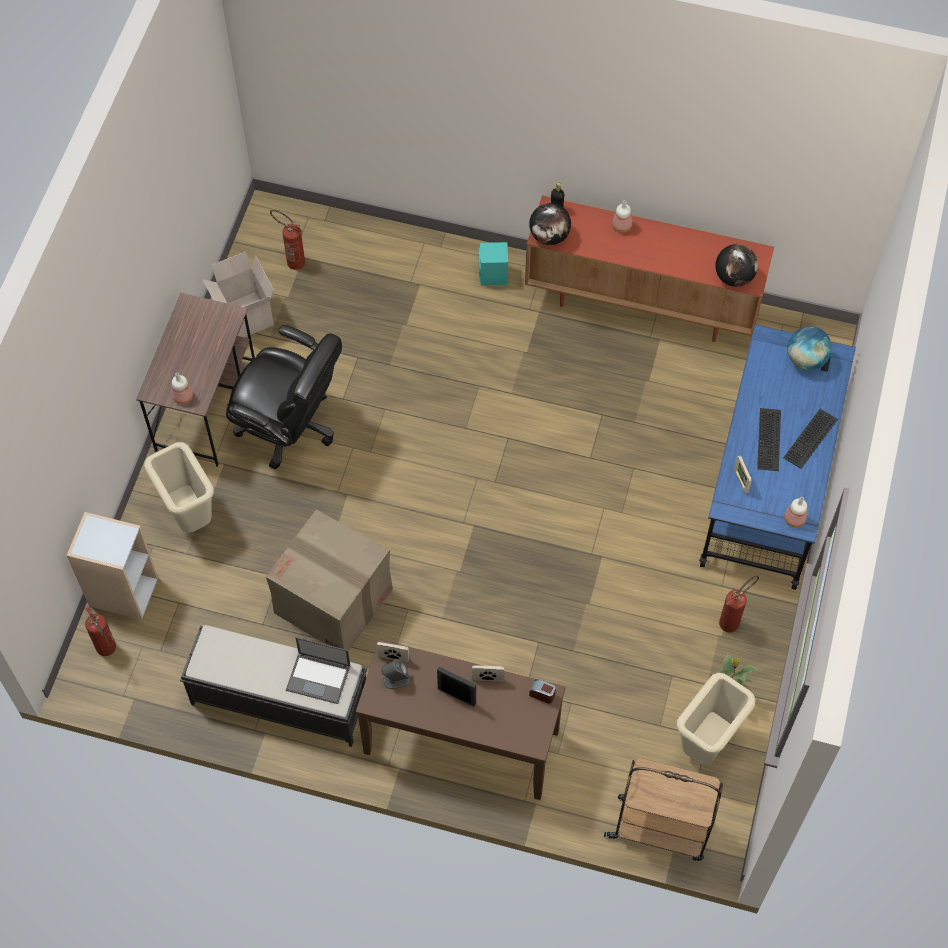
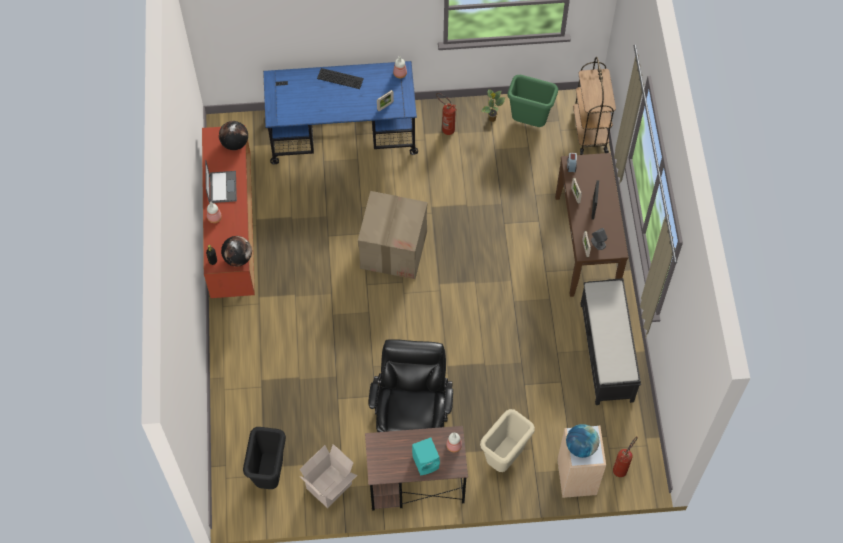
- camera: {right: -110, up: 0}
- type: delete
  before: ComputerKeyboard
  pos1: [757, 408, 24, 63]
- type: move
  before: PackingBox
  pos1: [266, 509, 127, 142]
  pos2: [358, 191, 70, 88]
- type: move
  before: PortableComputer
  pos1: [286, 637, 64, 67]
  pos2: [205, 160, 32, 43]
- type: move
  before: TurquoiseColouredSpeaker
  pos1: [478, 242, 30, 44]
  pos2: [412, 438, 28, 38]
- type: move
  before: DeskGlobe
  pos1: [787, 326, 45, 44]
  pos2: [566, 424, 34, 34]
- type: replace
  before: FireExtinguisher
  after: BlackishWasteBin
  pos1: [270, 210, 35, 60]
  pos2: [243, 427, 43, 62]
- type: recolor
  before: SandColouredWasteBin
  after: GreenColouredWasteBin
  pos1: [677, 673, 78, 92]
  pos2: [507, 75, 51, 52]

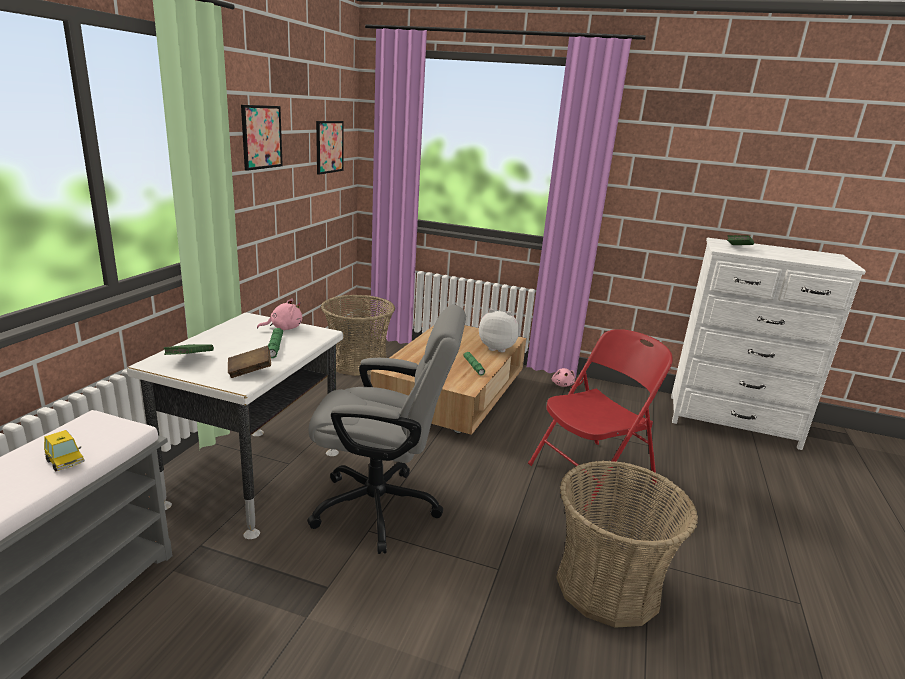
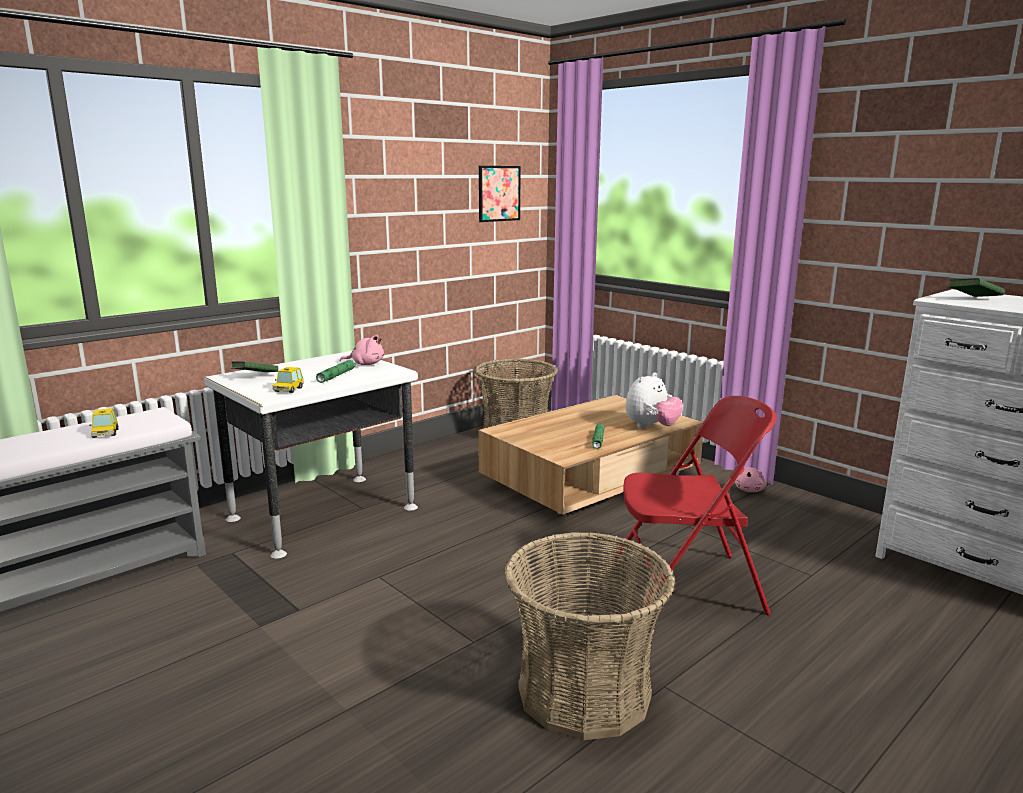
- camera: {right: 30, up: -5}
- type: delete
  before: Picture
  pos1: [241, 105, 42, 66]
- type: delete
  before: GrayComputerChair
  pos1: [307, 305, 159, 249]
- type: replace
  before: BrownBoundBook
  after: MiniatureCar
  pos1: [228, 346, 43, 32]
  pos2: [272, 367, 32, 26]
- type: rotate
  before: SoftToy
  pos1: [479, 309, 40, 43]
  pos2: [625, 372, 58, 56]
  turn: 90

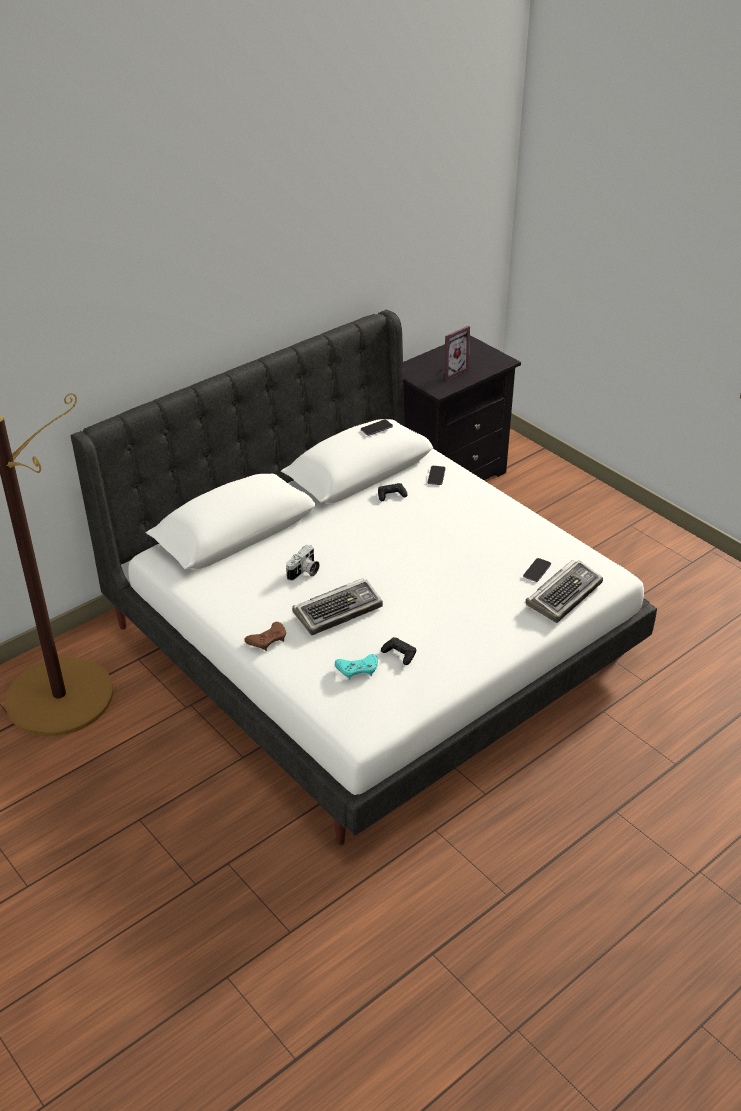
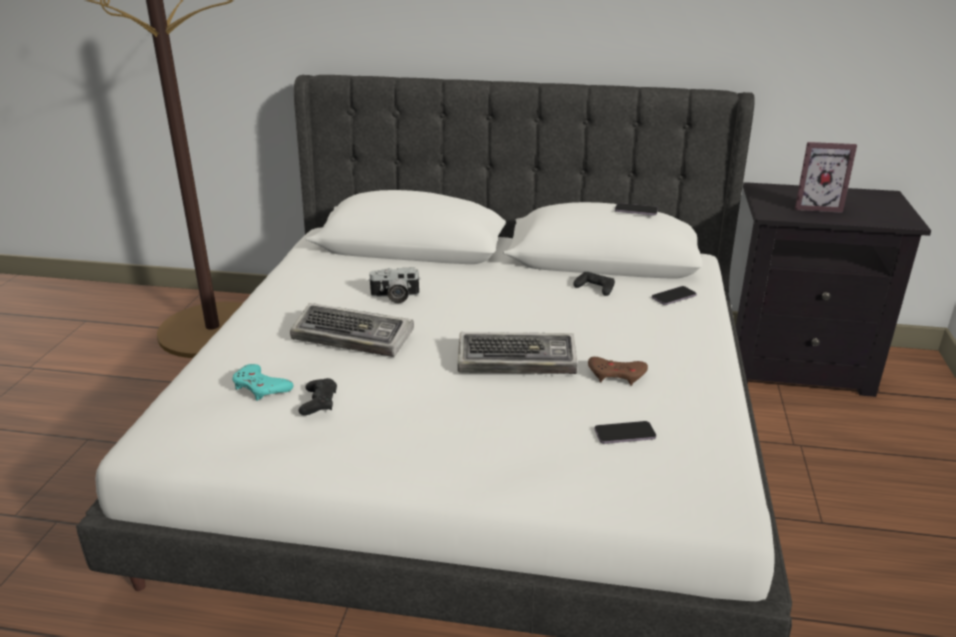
- camera: {right: 50, up: -10}
- type: move
  before: BrownGamepad
  pos1: [245, 622, 41, 29]
  pos2: [588, 357, 60, 29]
- type: move
  before: ComputerKeyboard
  pos1: [525, 560, 78, 63]
  pos2: [458, 332, 120, 42]

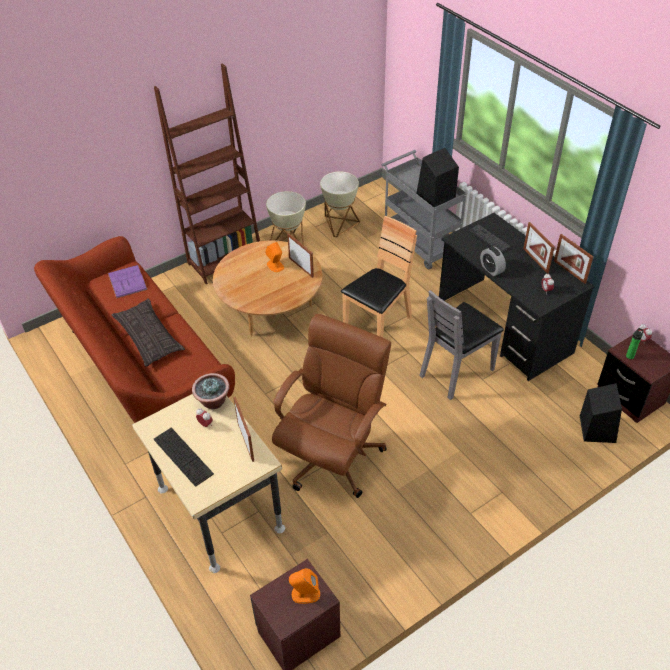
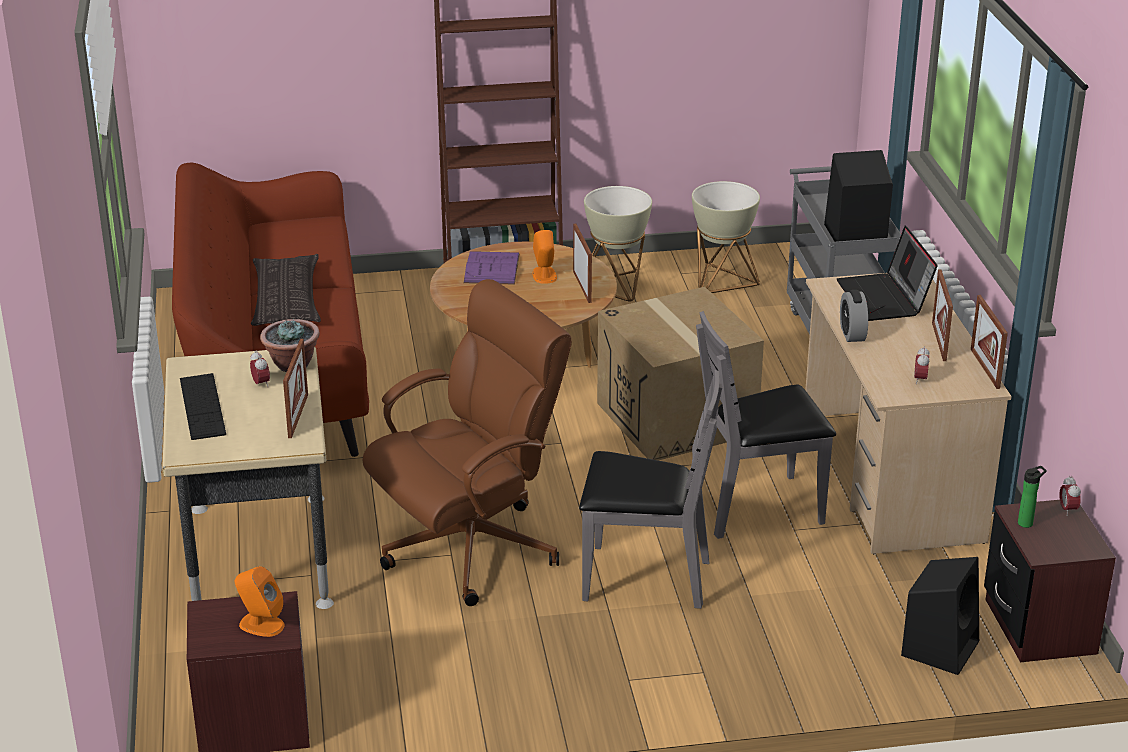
- camera: {right: 25, up: -15}
- type: insert
  after: GrayChair
  pos2: [579, 370, 143, 239]
- type: move
  before: PurpleColouredBoundBook
  pos1: [108, 265, 40, 33]
  pos2: [463, 251, 57, 34]
- type: replace
  before: BrownChair
  after: PackingBox
  pos1: [341, 216, 76, 122]
  pos2: [597, 287, 167, 174]
- type: replace
  before: ComputerKeyboard
  after: PortableComputer
  pos1: [469, 225, 42, 28]
  pos2: [837, 226, 101, 95]
- type: recolor
  before: BlackishDeskUnit
  after: SandColouredDeskUnit
  pos1: [439, 213, 156, 168]
  pos2: [805, 273, 207, 281]

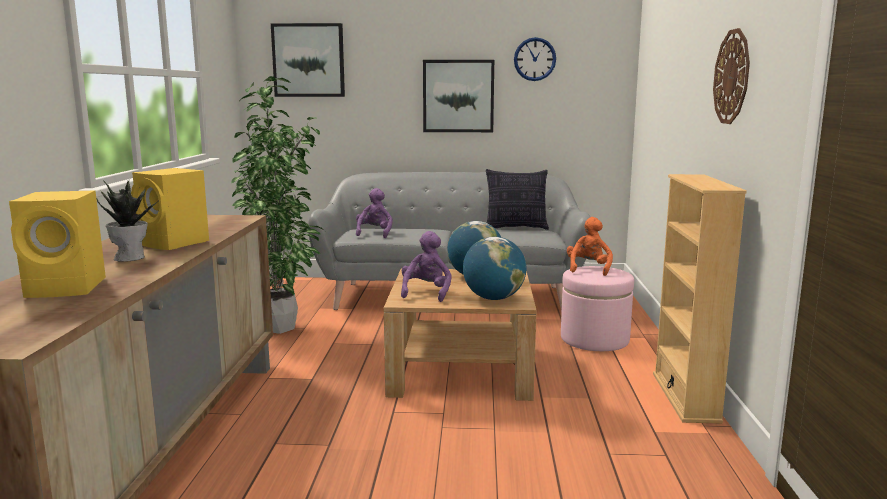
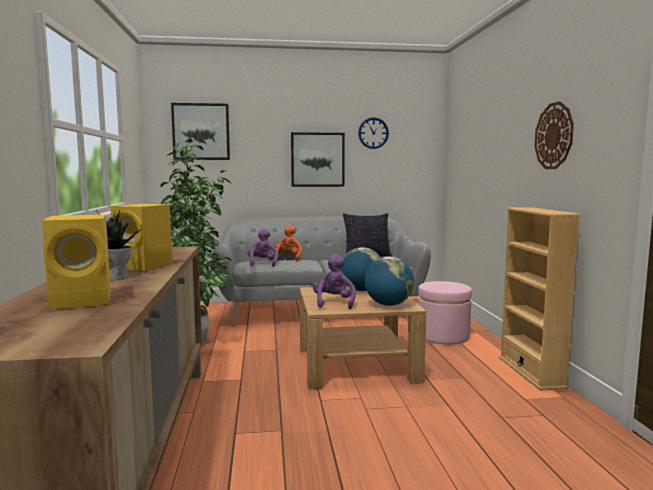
- camera: {right: -10, up: -5}
- type: move
  before: OrangeSoftToy
  pos1: [567, 217, 46, 59]
  pos2: [274, 225, 28, 36]

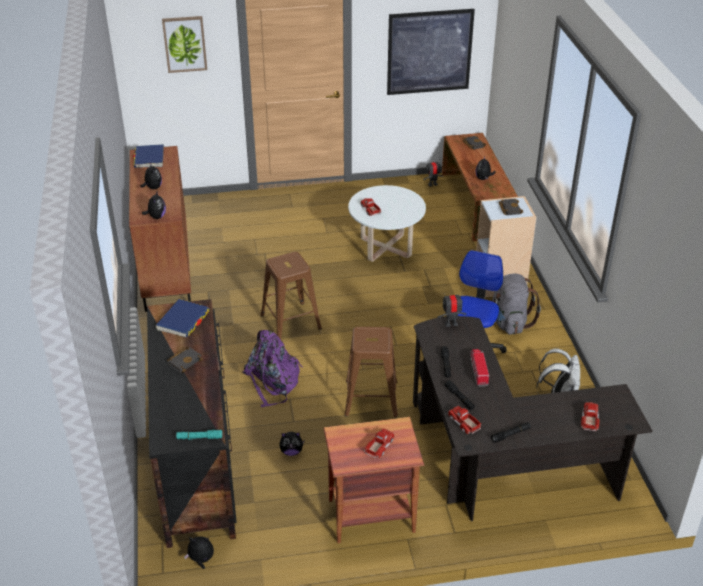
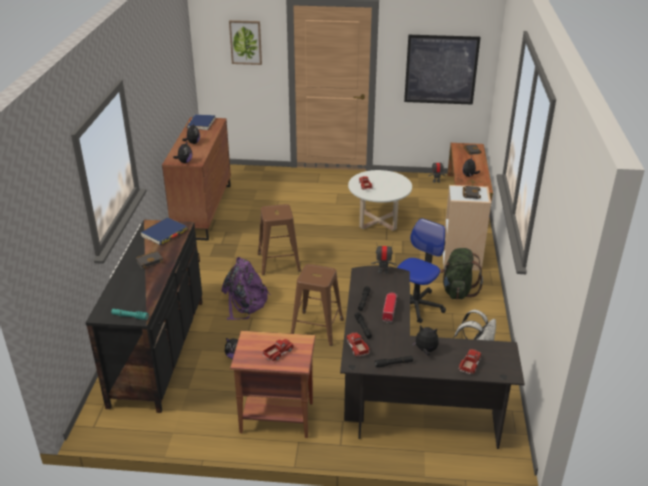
- camera: {right: 15, up: -5}
- type: move
  before: SoftToy
  pos1: [184, 536, 30, 33]
  pos2: [412, 325, 27, 31]
- type: recolor
  before: GrayRucksack
  after: GreenColouredRucksack
  pos1: [492, 273, 49, 62]
  pos2: [440, 248, 43, 51]

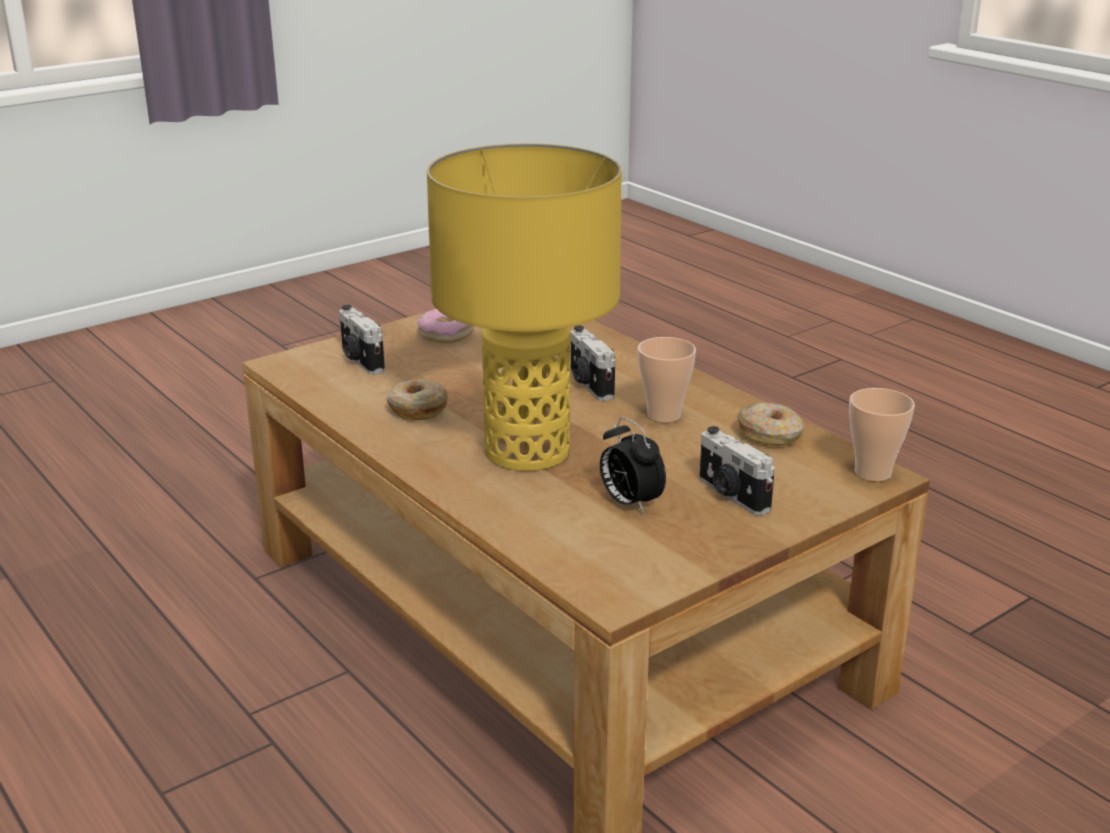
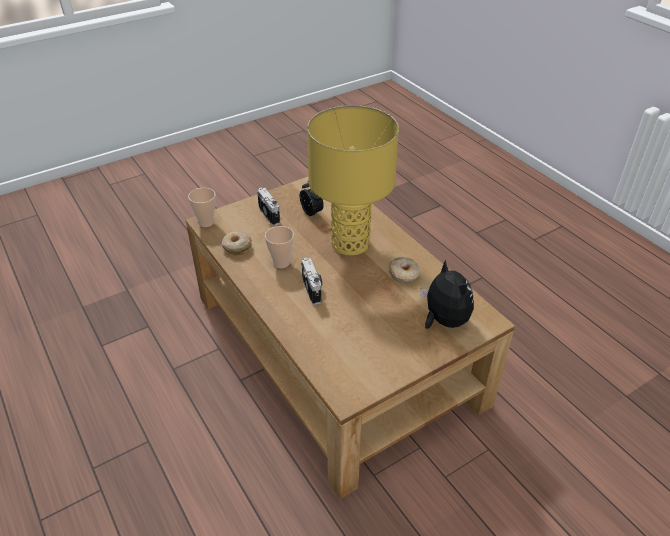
- camera: {right: -175, up: 15}
- type: delete
  before: RingDoughnut
  pos1: [417, 309, 56, 34]
- type: replace
  before: StillCamera
  after: SoftToy
  pos1: [339, 304, 46, 71]
  pos2: [420, 259, 54, 70]

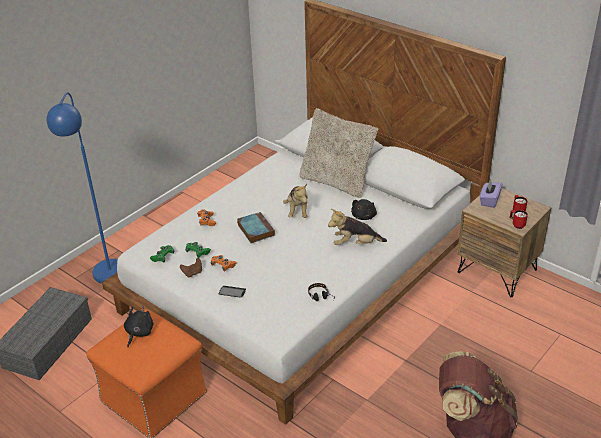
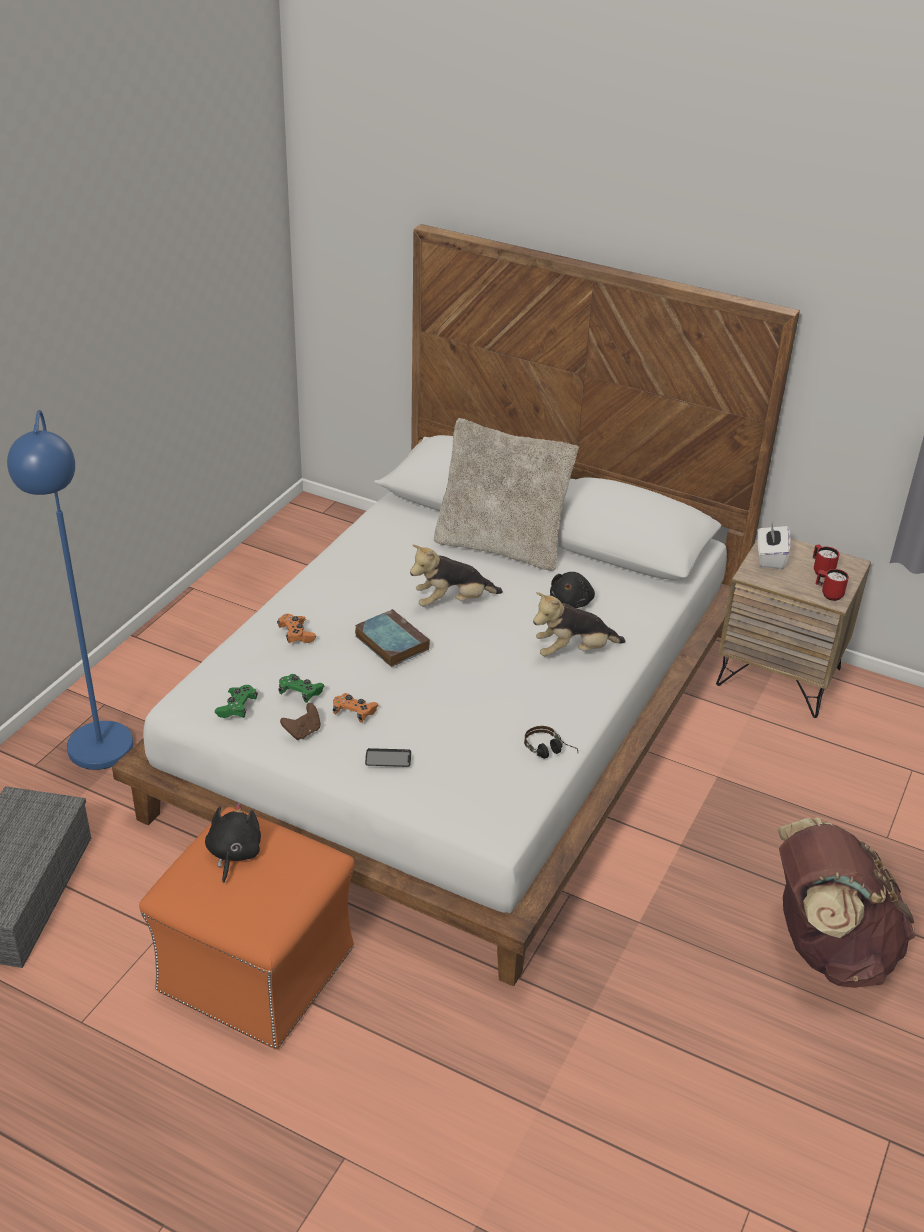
- camera: {right: -15, up: 0}
- type: recolor
  before: PurpleColouredBoxOfTissues
  after: WhitishBoxOfTissues
  pos1: [480, 180, 22, 28]
  pos2: [757, 523, 33, 46]
- type: rotate
  before: SoftToy
  pos1: [283, 184, 25, 34]
  pos2: [410, 544, 93, 63]
  turn: 90

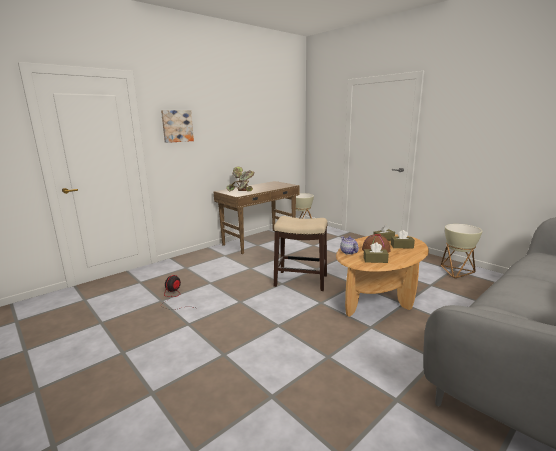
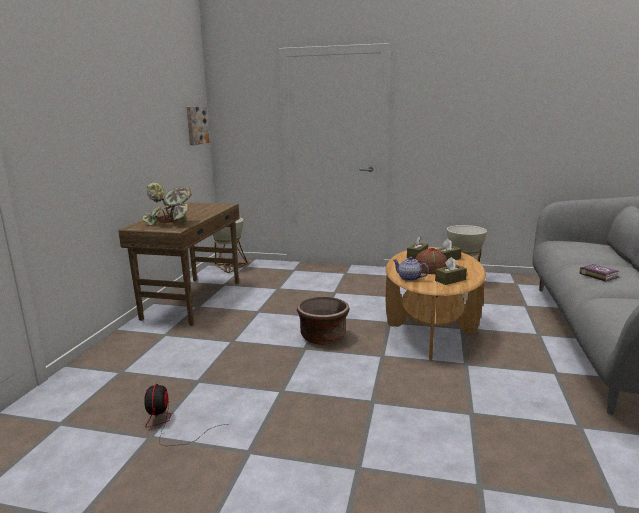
- camera: {right: -35, up: 0}
- type: insert
  after: BoundBook
  pos2: [579, 264, 41, 18]
- type: move
  before: Picture
  pos1: [161, 110, 33, 33]
  pos2: [186, 107, 24, 38]
- type: replace
  before: Stool
  after: BrownFlowerPot
  pos1: [274, 216, 54, 75]
  pos2: [297, 297, 53, 48]

